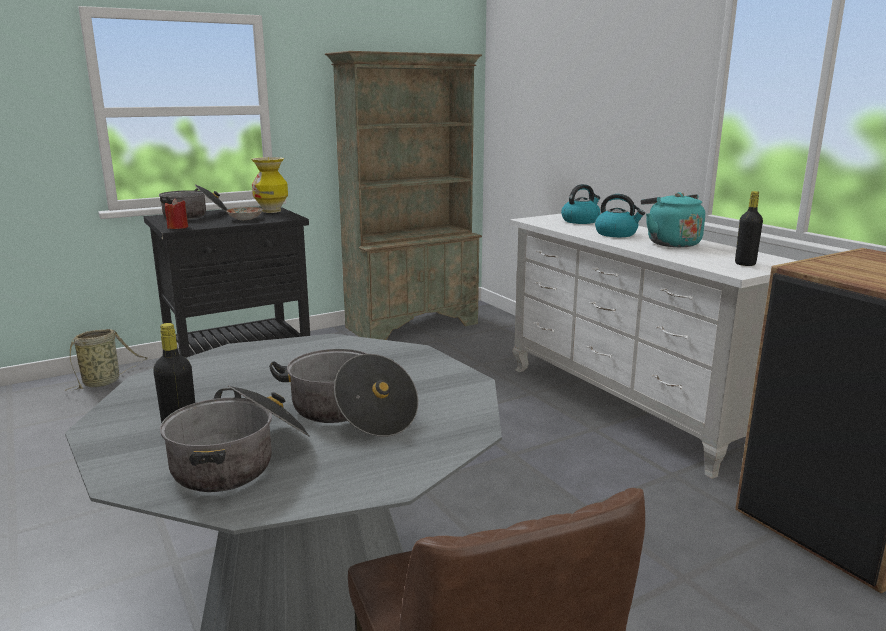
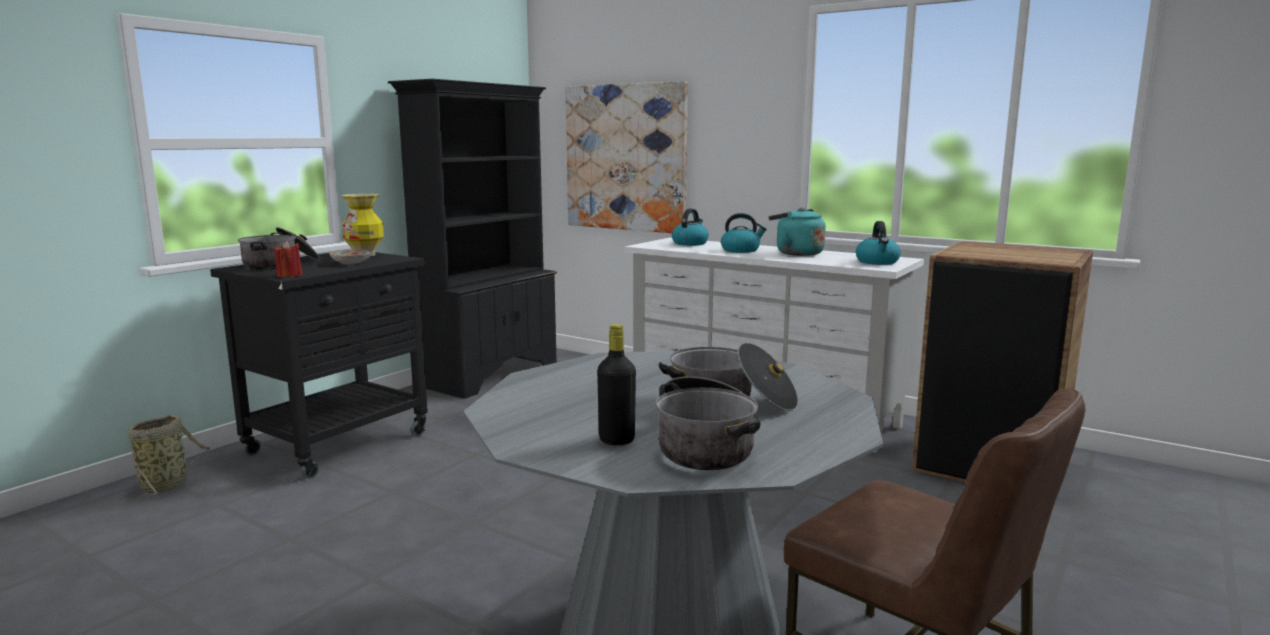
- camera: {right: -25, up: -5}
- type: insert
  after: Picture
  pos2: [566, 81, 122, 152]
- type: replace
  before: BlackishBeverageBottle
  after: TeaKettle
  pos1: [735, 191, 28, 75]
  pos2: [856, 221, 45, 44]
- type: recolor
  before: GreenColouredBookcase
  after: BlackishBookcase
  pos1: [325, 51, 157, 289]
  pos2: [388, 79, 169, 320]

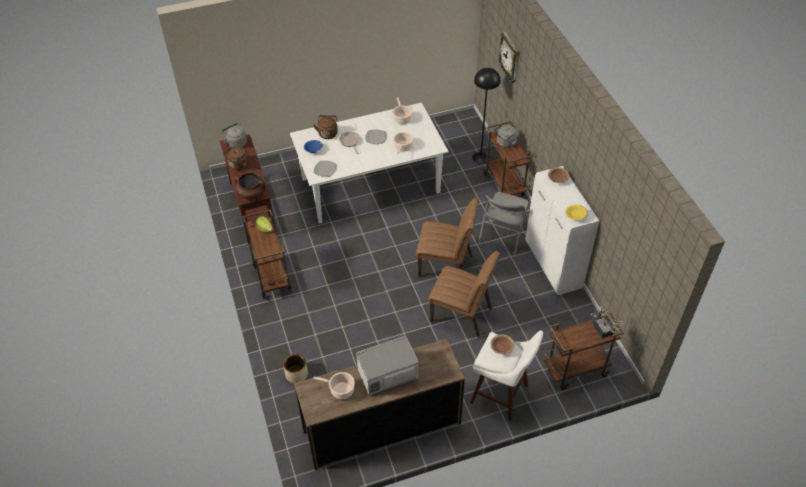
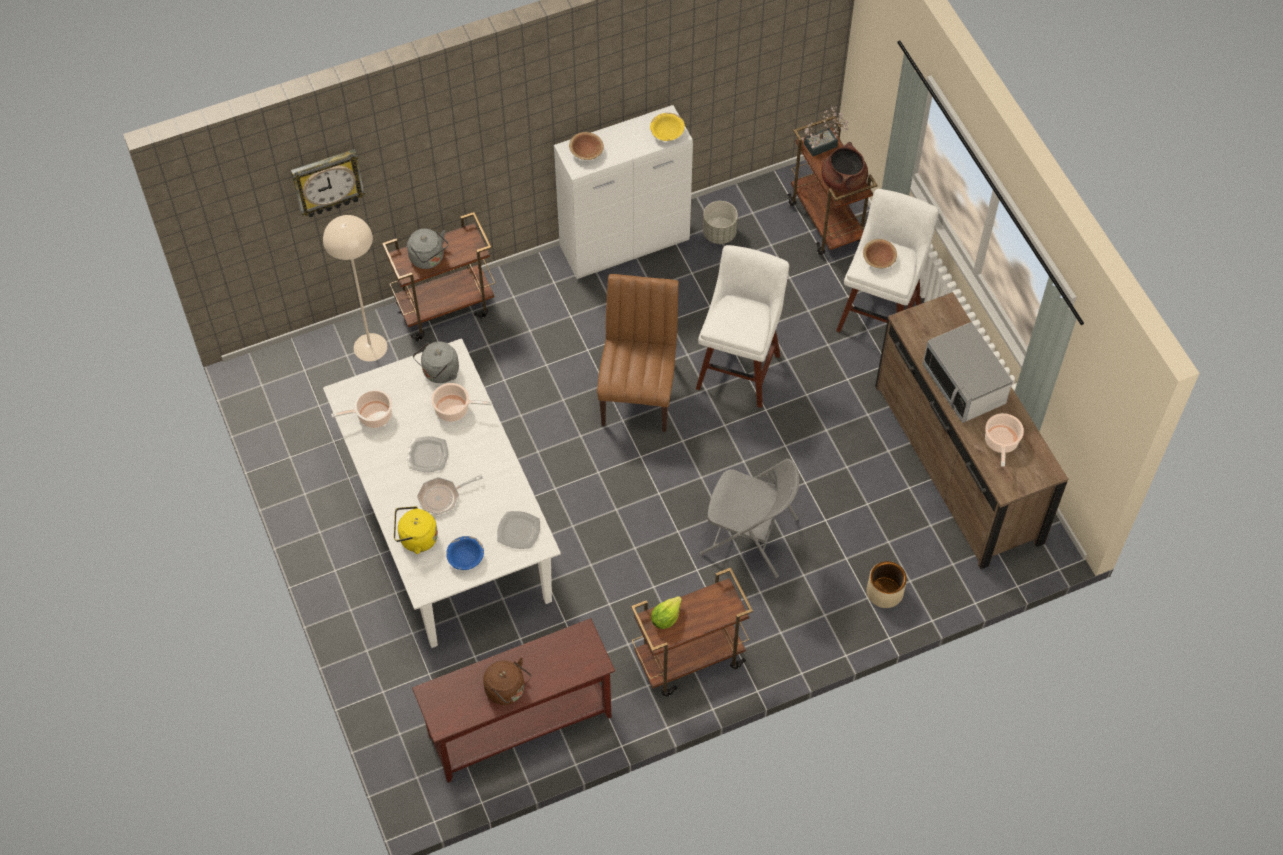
- camera: {right: -95, up: 10}
- type: insert
  after: GrayFlowerPot
  pos2: [703, 201, 35, 43]
- type: move
  before: GrayTeaKettle
  pos1: [222, 123, 25, 25]
  pos2: [413, 341, 46, 42]
- type: move
  before: BrownSaucepot
  pos1: [235, 173, 30, 27]
  pos2: [821, 142, 47, 52]
- type: move
  before: GrayChair
  pos1: [478, 192, 50, 63]
  pos2: [700, 459, 99, 119]
- type: replace
  before: BrownChair
  after: WhitishStool
  pos1: [428, 251, 72, 86]
  pos2: [696, 245, 93, 163]
- type: recolor
  before: BrownTeaKettle
  after: YellowTeaKettle
  pos1: [313, 115, 25, 24]
  pos2: [394, 506, 44, 48]
- type: recolor
  before: BlackishFloorLamp
  after: SandColouredFloorLamp
  pos1: [472, 68, 29, 96]
  pos2: [323, 215, 64, 146]

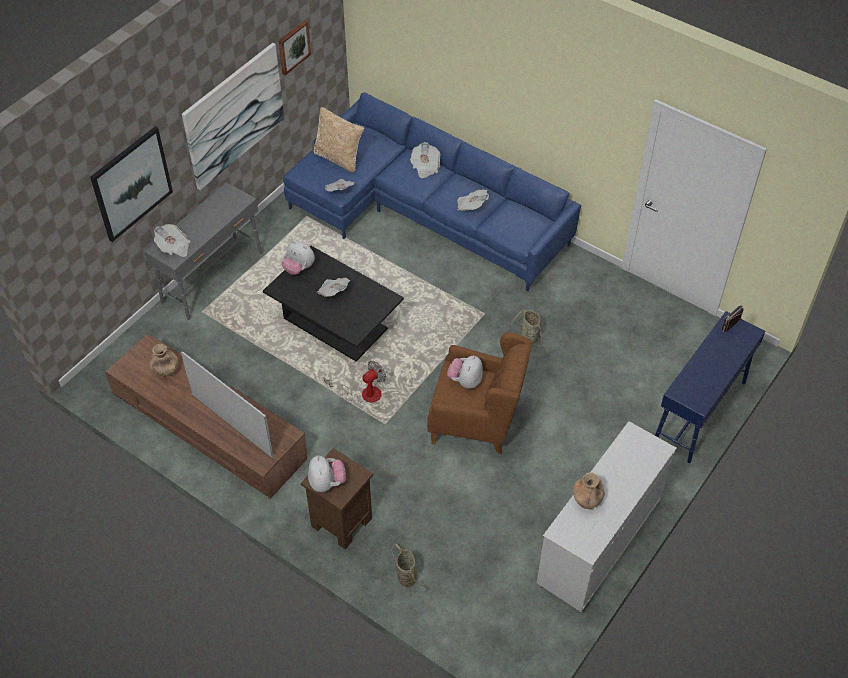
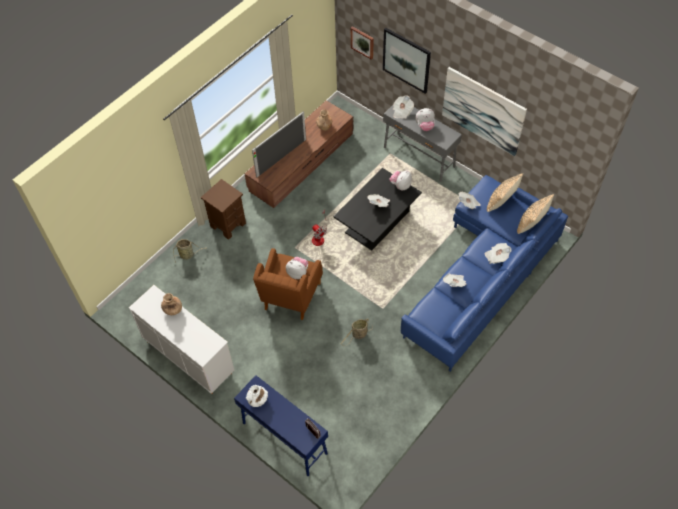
- camera: {right: 95, up: 5}
- type: insert
  after: WhitishDecorativeVase
  pos2: [246, 385, 22, 22]
- type: insert
  after: SandColouredThrowPillow
  pos2: [517, 194, 37, 40]
- type: move
  before: Picture
  pos1: [279, 20, 32, 55]
  pos2: [351, 26, 23, 34]
- type: move
  before: SoftToy
  pos1: [308, 456, 38, 36]
  pos2: [415, 108, 20, 23]

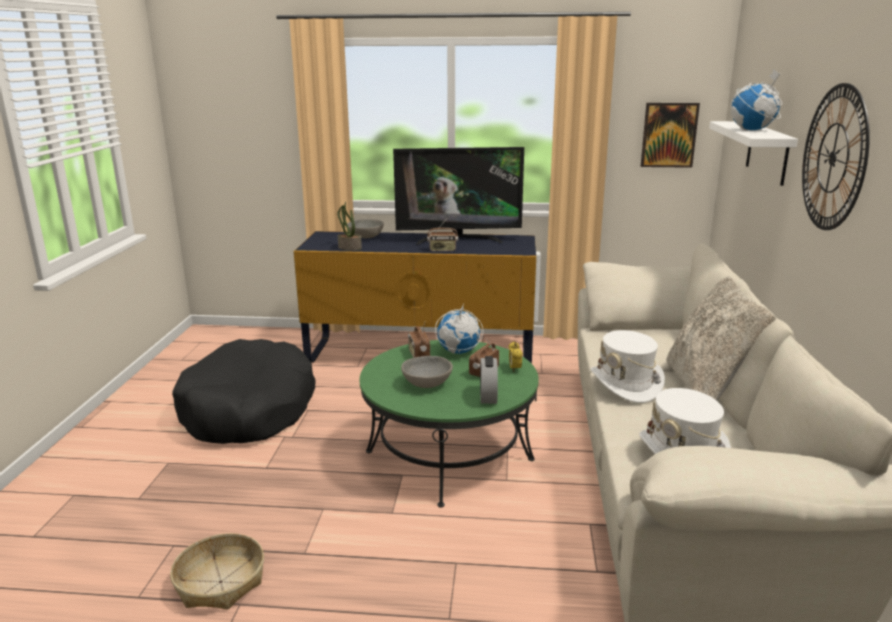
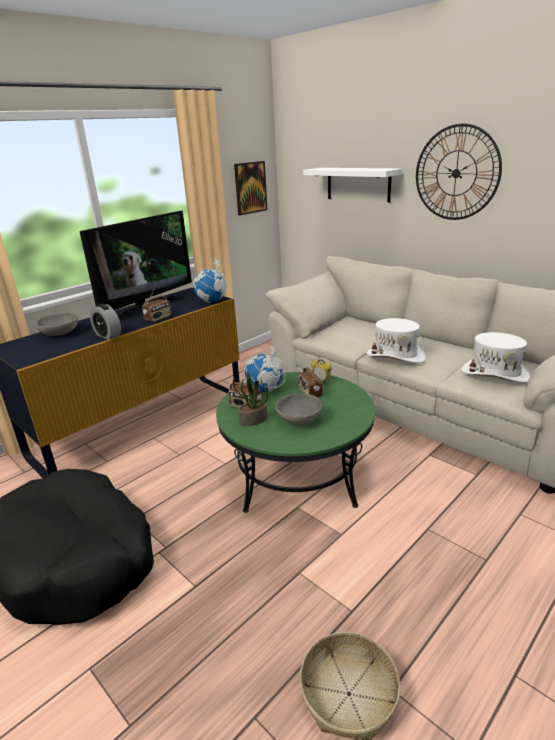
- camera: {right: -50, up: 5}
- type: delete
  before: SandColouredThrowPillow
  pos1: [666, 276, 110, 125]
- type: move
  before: PlantInAPot
  pos1: [338, 202, 24, 49]
  pos2: [233, 371, 35, 55]
- type: move
  before: TableClock
  pos1: [480, 356, 18, 48]
  pos2: [90, 304, 31, 36]
- type: move
  before: DeskGlobe
  pos1: [731, 69, 51, 62]
  pos2: [193, 259, 35, 44]

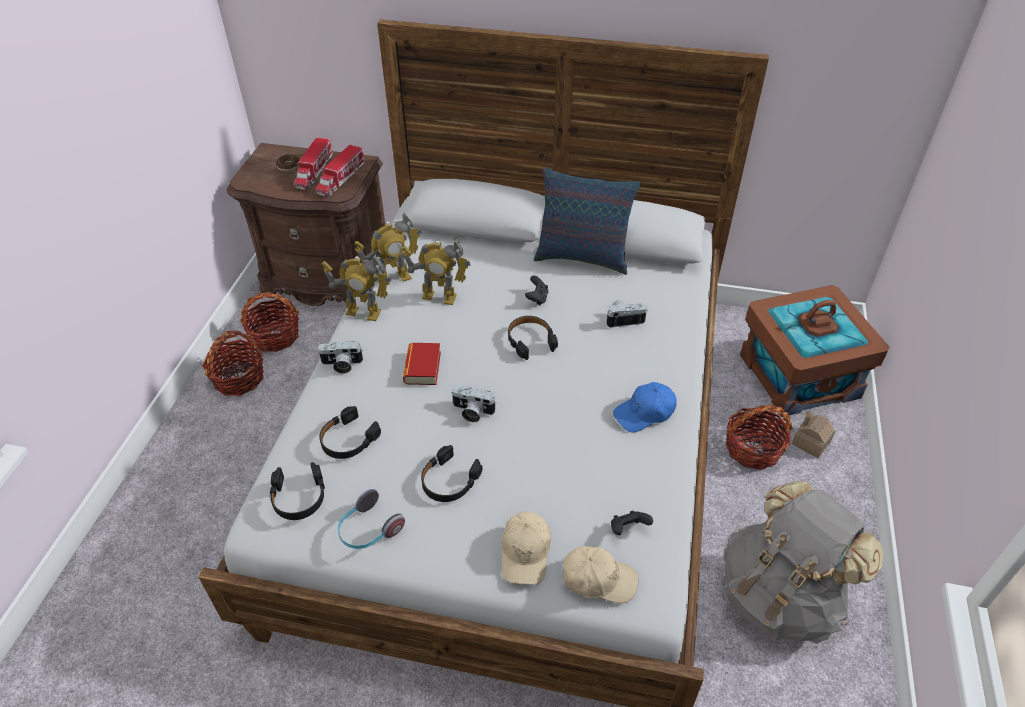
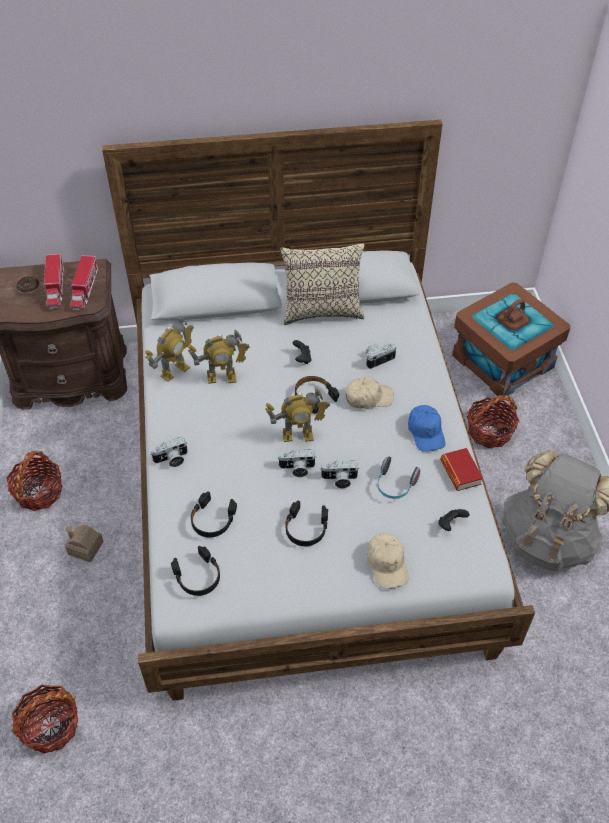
- camera: {right: -20, up: 5}
- type: insert
  after: StillCamera
  pos2: [320, 460, 38, 28]
- type: move
  before: HouseholdBasket
  pos1: [240, 292, 59, 60]
  pos2: [12, 685, 66, 69]
- type: move
  before: ToyRobot
  pos1: [322, 254, 69, 67]
  pos2: [265, 388, 65, 54]
- type: move
  before: Headset
  pos1: [338, 489, 67, 60]
  pos2: [377, 456, 43, 43]
- type: move
  before: BoundBook
  pos1: [403, 343, 38, 42]
  pos2: [441, 448, 42, 43]
- type: move
  before: SandColouredCap
  pos1: [563, 546, 76, 57]
  pos2: [345, 377, 49, 32]
- type: move
  before: ToyHouse
  pos1: [792, 411, 43, 47]
  pos2: [65, 524, 39, 38]
- type: recolor
  before: BlueThrowPillow
  after: SandColouredThrowPillow
  pos1: [534, 167, 107, 108]
  pos2: [280, 244, 84, 81]
- type: rotate
  before: BlueCap
  pos1: [613, 382, 64, 50]
  pos2: [408, 405, 37, 47]
  turn: -60

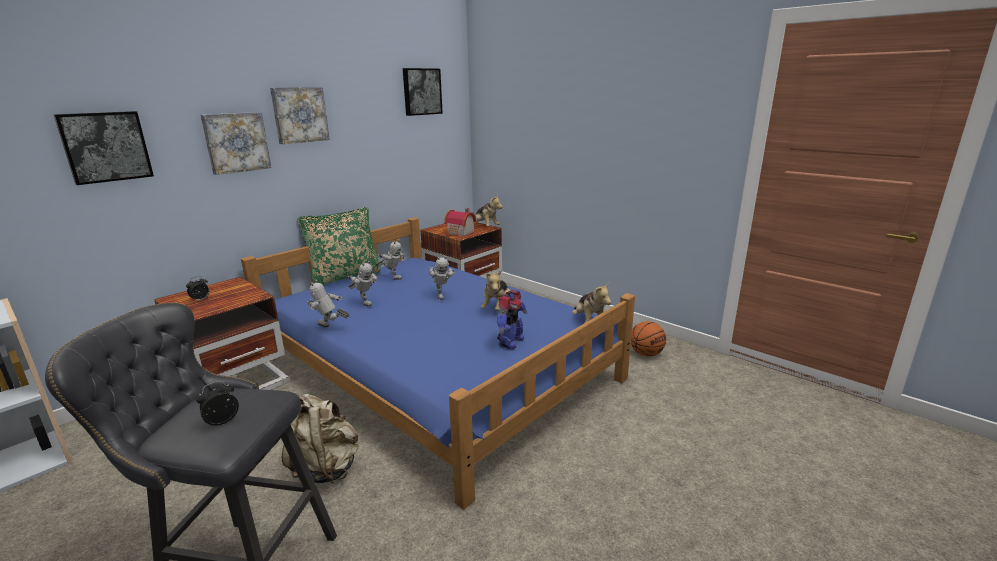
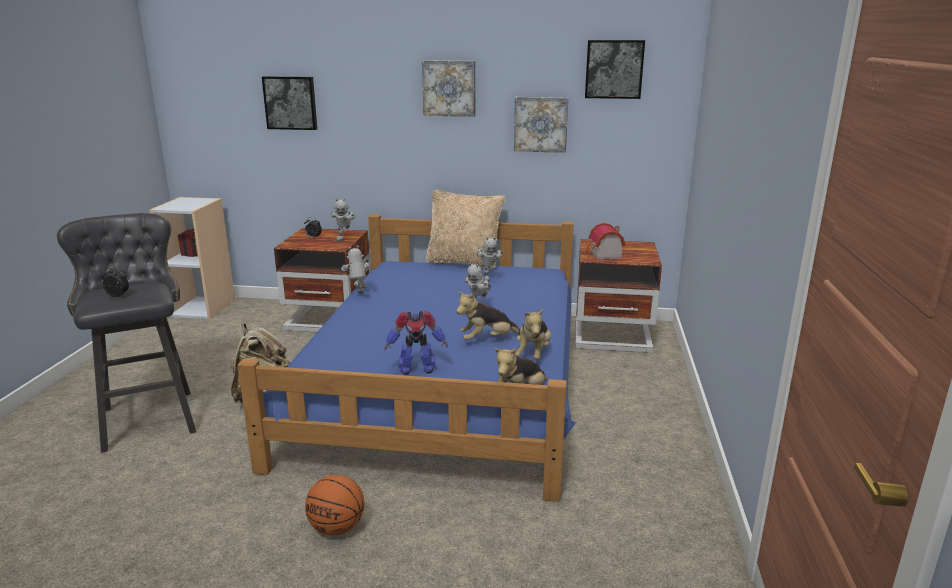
- camera: {right: 55, up: 0}
- type: move
  before: Picture
  pos1: [201, 112, 70, 63]
  pos2: [514, 97, 54, 56]
- type: move
  before: ToyRobot
  pos1: [347, 261, 30, 46]
  pos2: [331, 198, 24, 43]
- type: move
  before: SoftToy
  pos1: [473, 195, 30, 31]
  pos2: [515, 308, 36, 52]
- type: move
  before: BallForBasketball
  pos1: [631, 321, 35, 35]
  pos2: [305, 475, 59, 60]
- type: recolor
  before: GreenColouredThrowPillow
  after: SandColouredThrowPillow
  pos1: [298, 207, 83, 78]
  pos2: [426, 189, 79, 81]

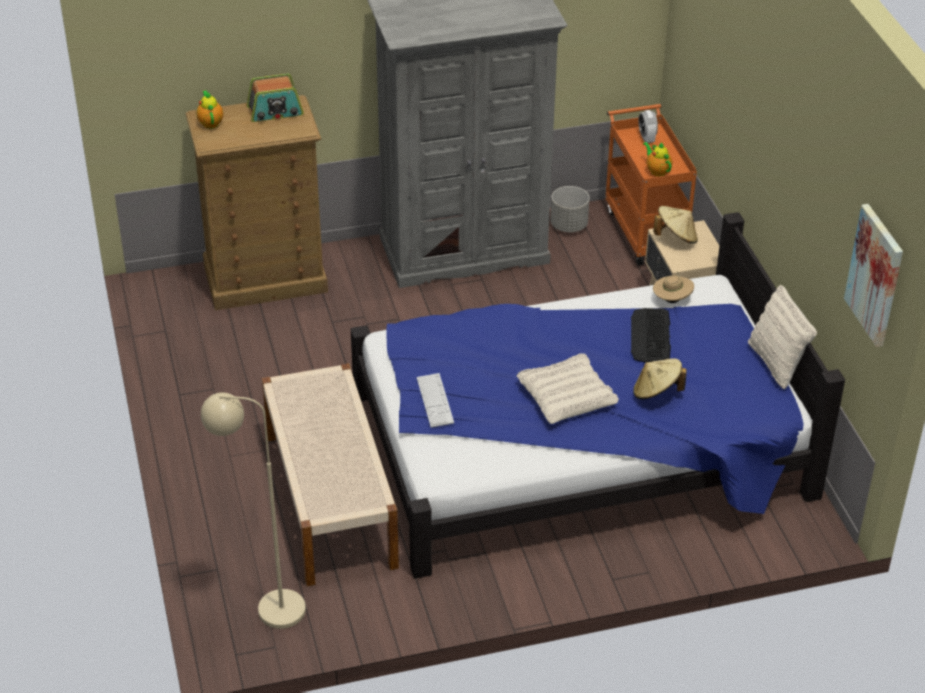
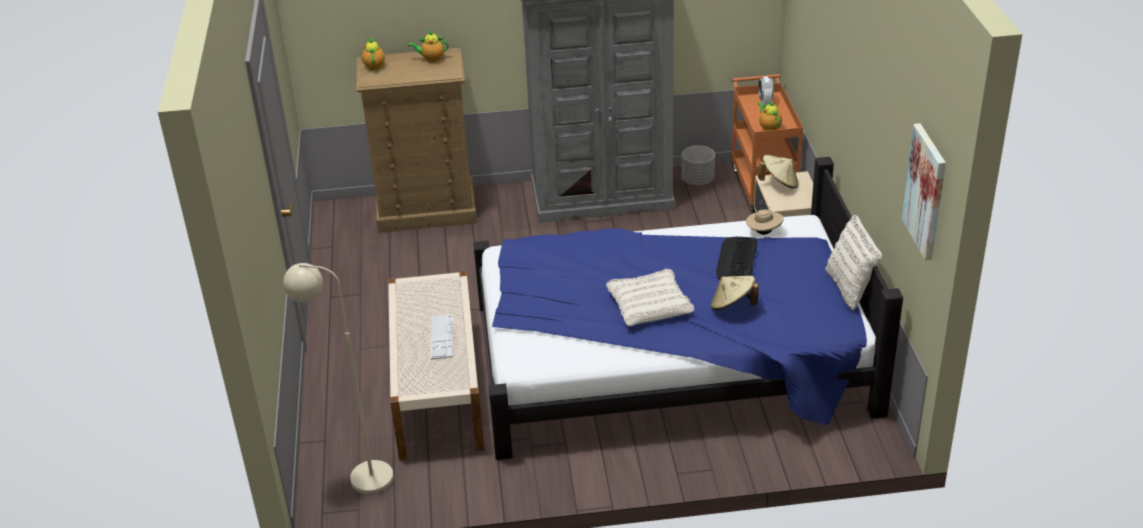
- camera: {right: 10, up: -5}
- type: move
  before: ComputerKeyboard
  pos1: [417, 373, 37, 55]
  pos2: [431, 314, 22, 46]
- type: replace
  before: RadioSet
  after: PotForTea
  pos1: [247, 73, 57, 49]
  pos2: [408, 30, 40, 32]

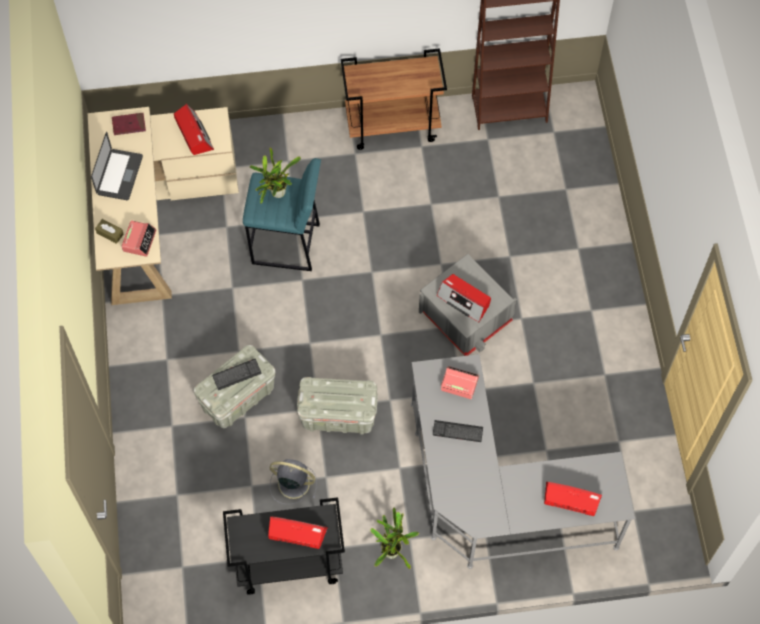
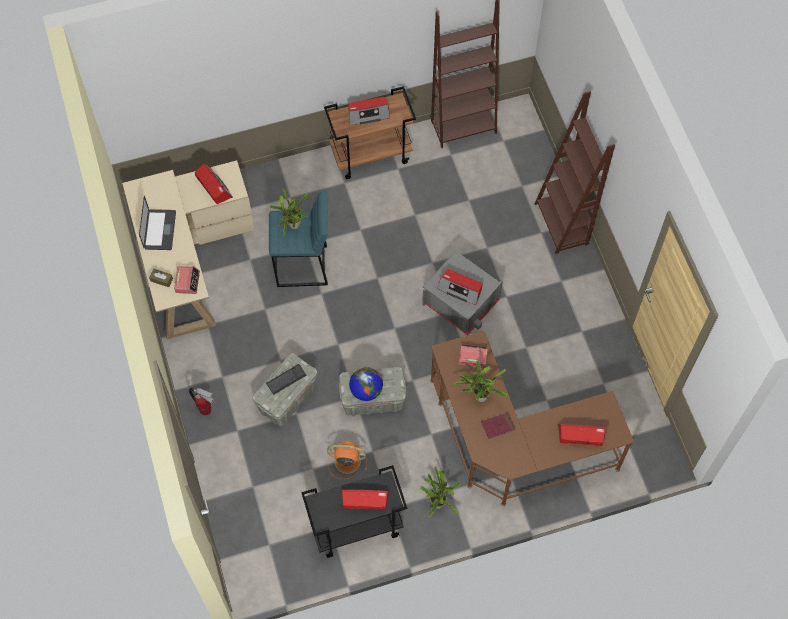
- camera: {right: -10, up: 0}
- type: insert
  after: FireExtinguisher
  pos2: [189, 388, 25, 28]
- type: insert
  after: RadioSet
  pos2: [348, 97, 42, 28]
- type: insert
  after: DeskGlobe
  pos2: [349, 367, 34, 34]
- type: insert
  after: BrownBookcase
  pos2: [535, 91, 80, 163]
- type: move
  before: RedBoundBook
  pos1: [112, 113, 34, 22]
  pos2: [481, 413, 34, 26]
- type: replace
  before: ComputerKeyboard
  after: PlantInAPot
  pos1: [433, 420, 50, 22]
  pos2: [452, 361, 56, 41]
- type: recolor
  before: GrayFan
  after: OrangeFan
  pos1: [269, 459, 48, 45]
  pos2: [327, 441, 40, 38]
- type: recolor
  before: GrayDeskUnit
  after: BrownDeskUnit
  pos1: [411, 354, 224, 215]
  pos2: [430, 331, 204, 175]

